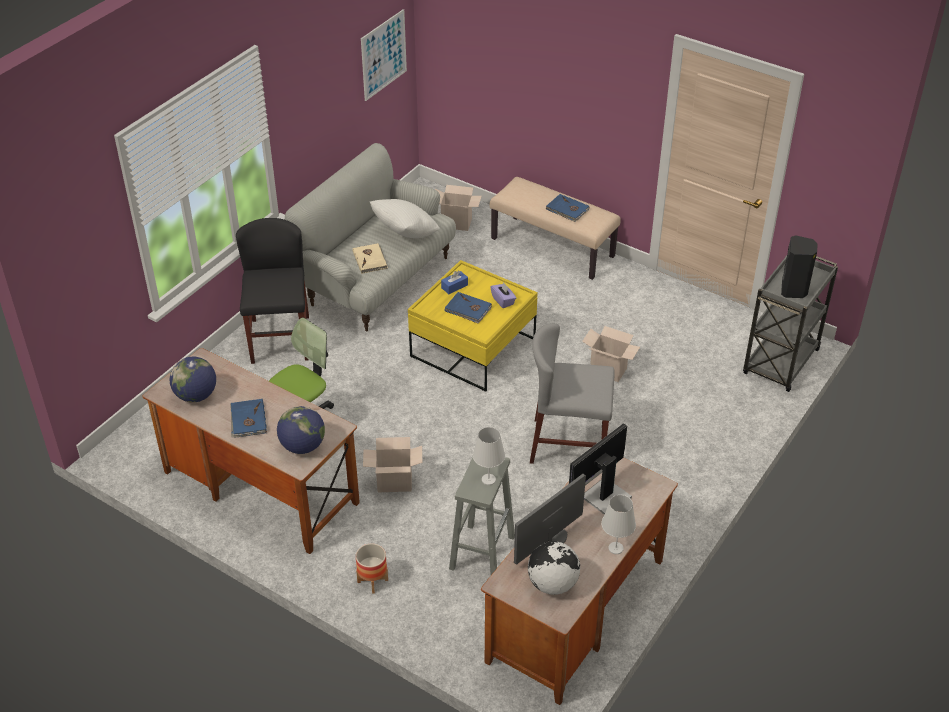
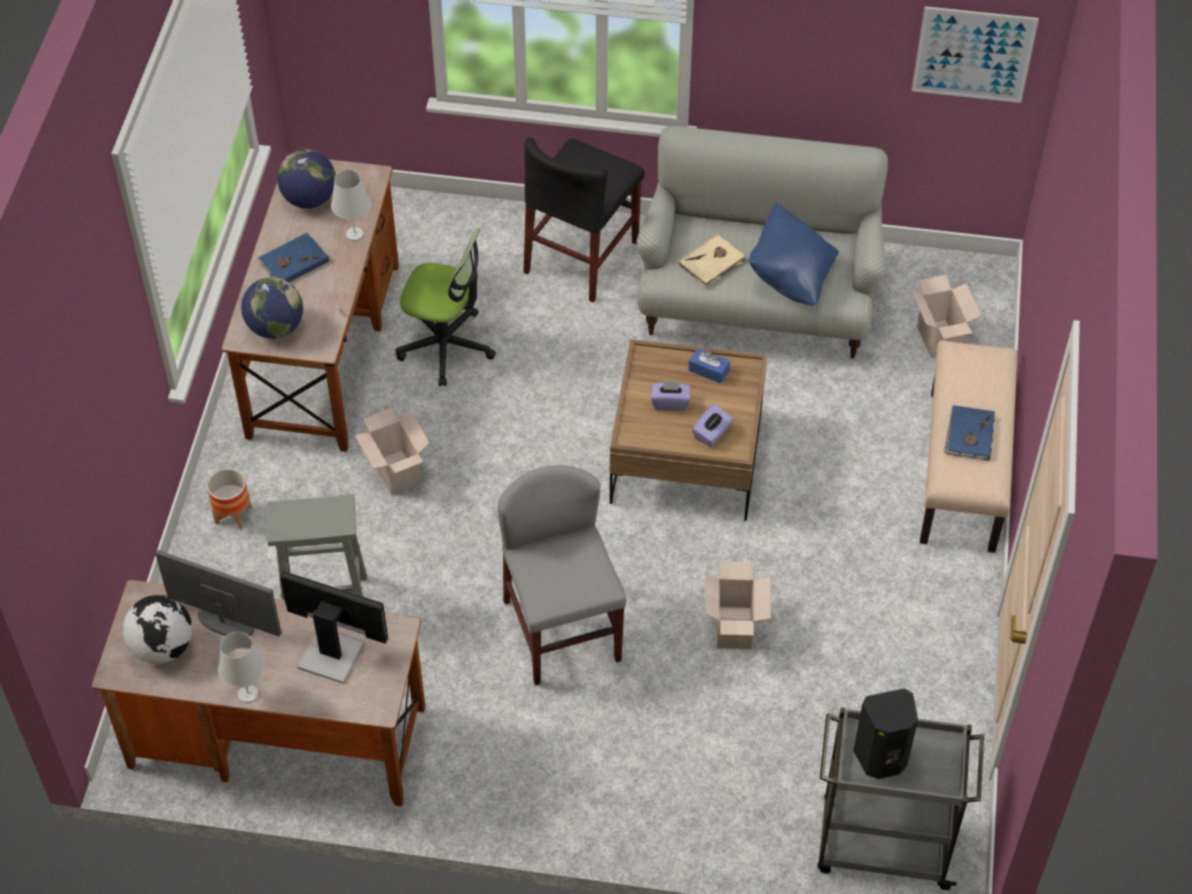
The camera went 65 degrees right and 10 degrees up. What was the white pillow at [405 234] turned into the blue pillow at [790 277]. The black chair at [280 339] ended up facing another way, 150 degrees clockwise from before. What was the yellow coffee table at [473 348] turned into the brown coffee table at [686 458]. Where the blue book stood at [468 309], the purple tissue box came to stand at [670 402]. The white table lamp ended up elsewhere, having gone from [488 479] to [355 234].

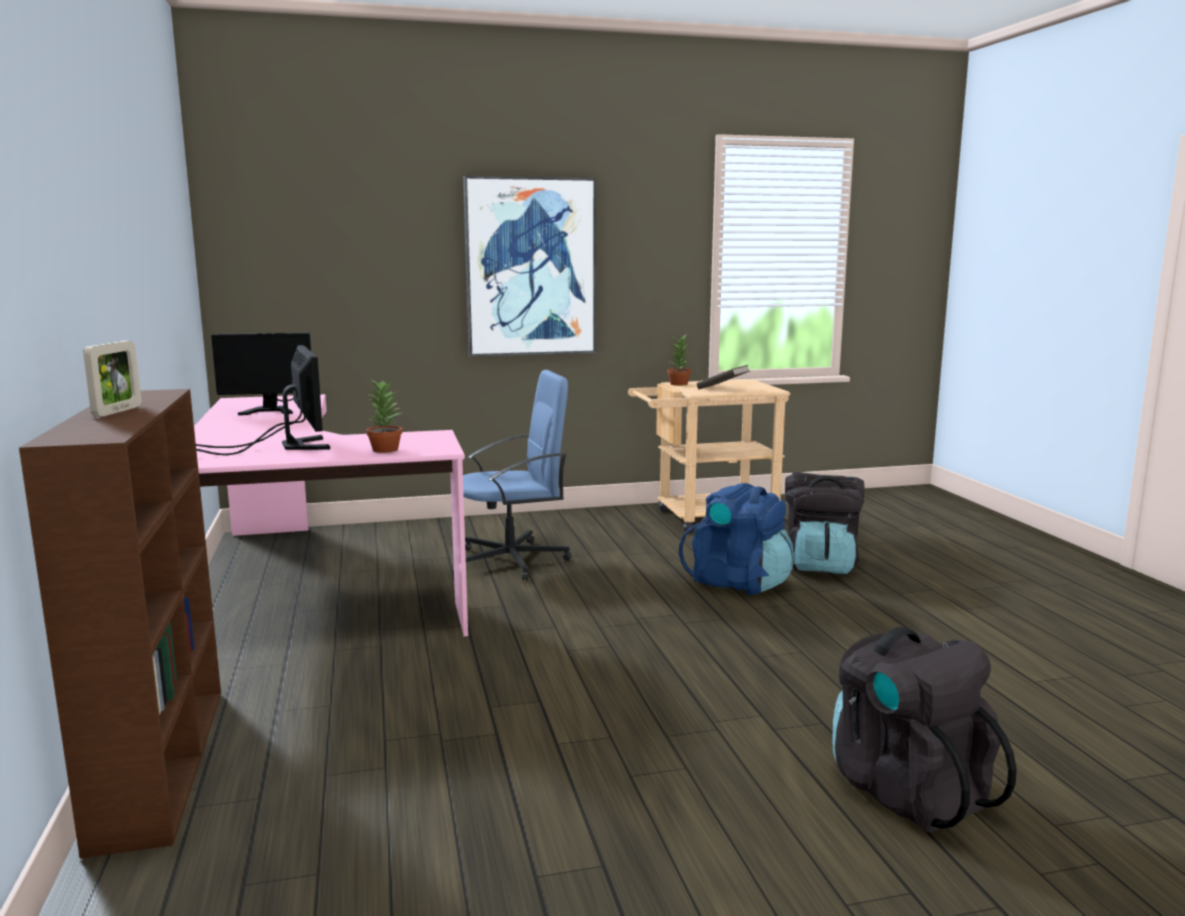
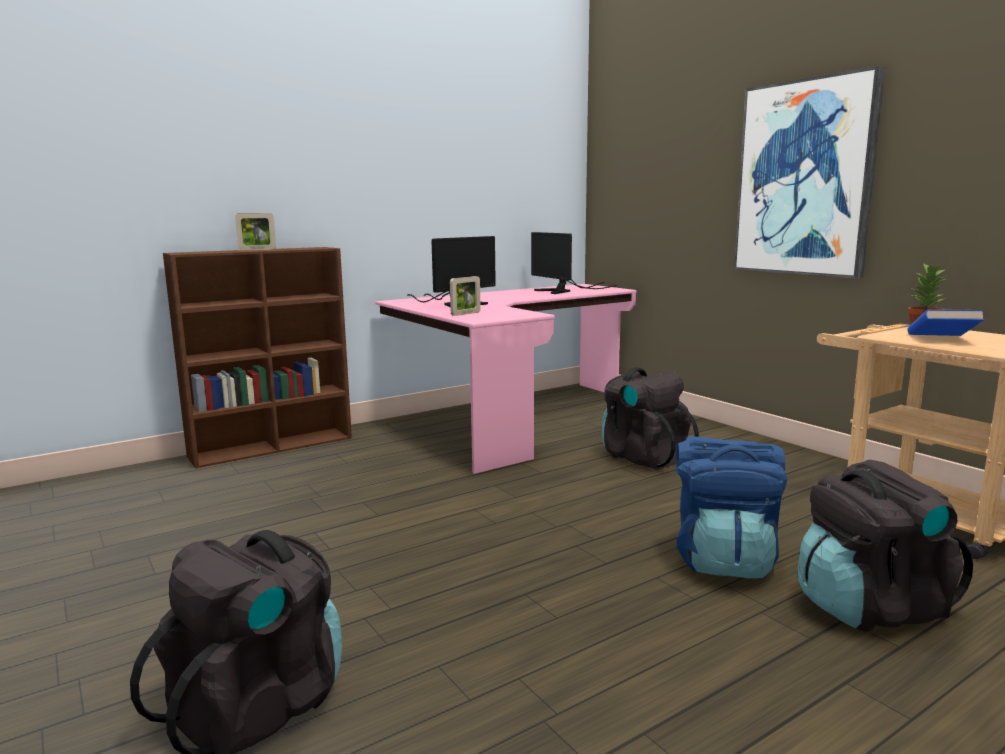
The camera went 70 degrees right and 0 degrees up. What was the brown book at [722 389] turned into the blue book at [941 339]. Where the blue office chair stood at [512 560], the black backpack came to stand at [643 457]. Where the potted plant stood at [385 449], the picture frame came to stand at [465 314].

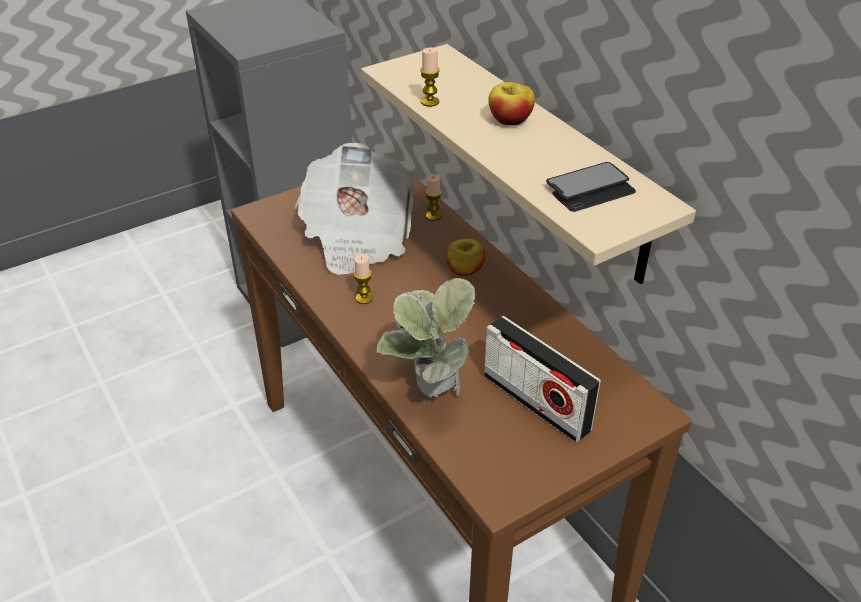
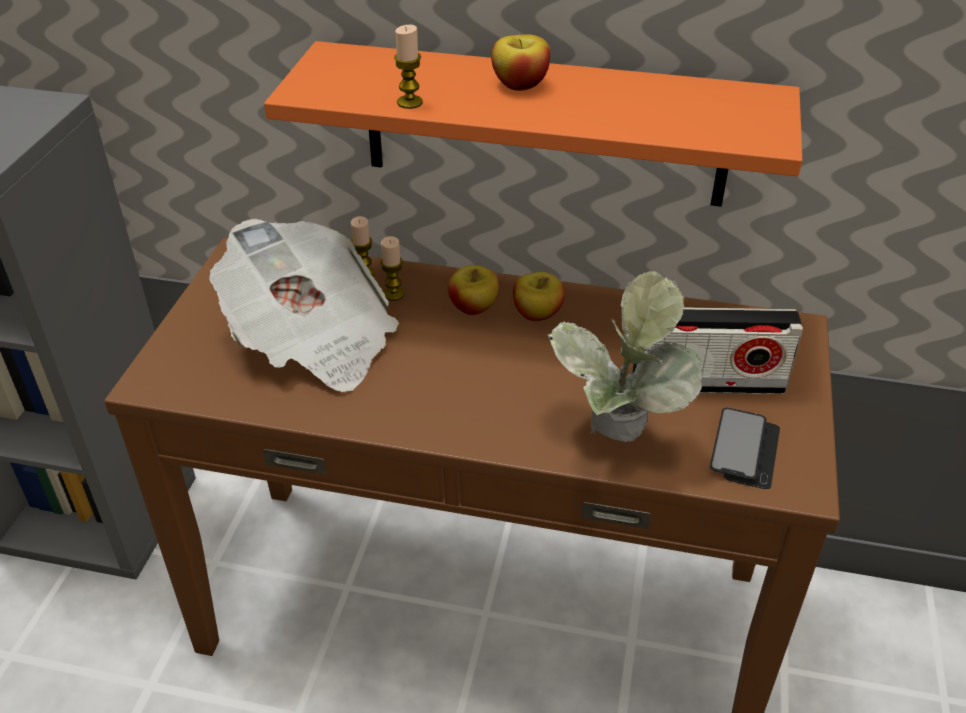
The camera went 45 degrees left and 0 degrees up. What was the beige shelf at [549 162] turned into the orange shelf at [544 125]. The phone ended up elsewhere, having gone from [590 189] to [744 450]. The candle ended up elsewhere, having gone from [364 298] to [393 294]. The second view gained the apple at [537 313].

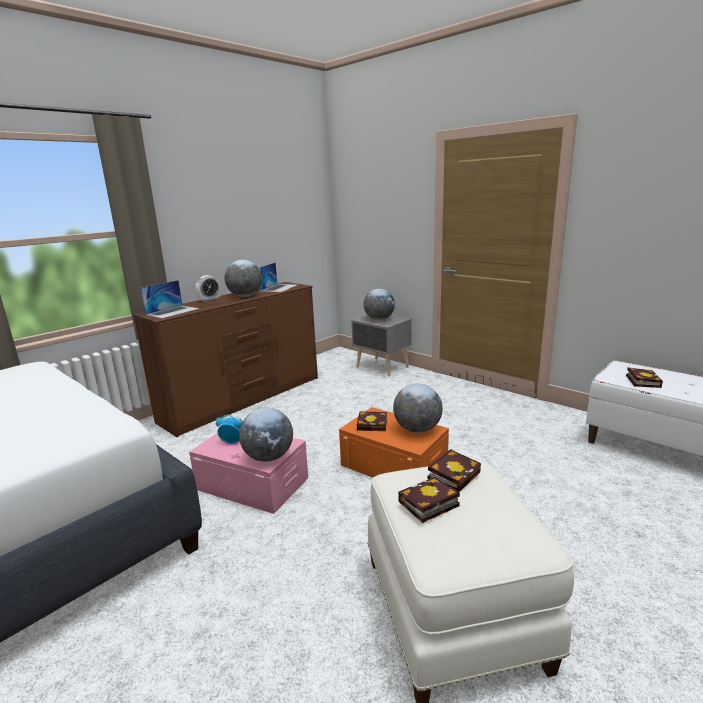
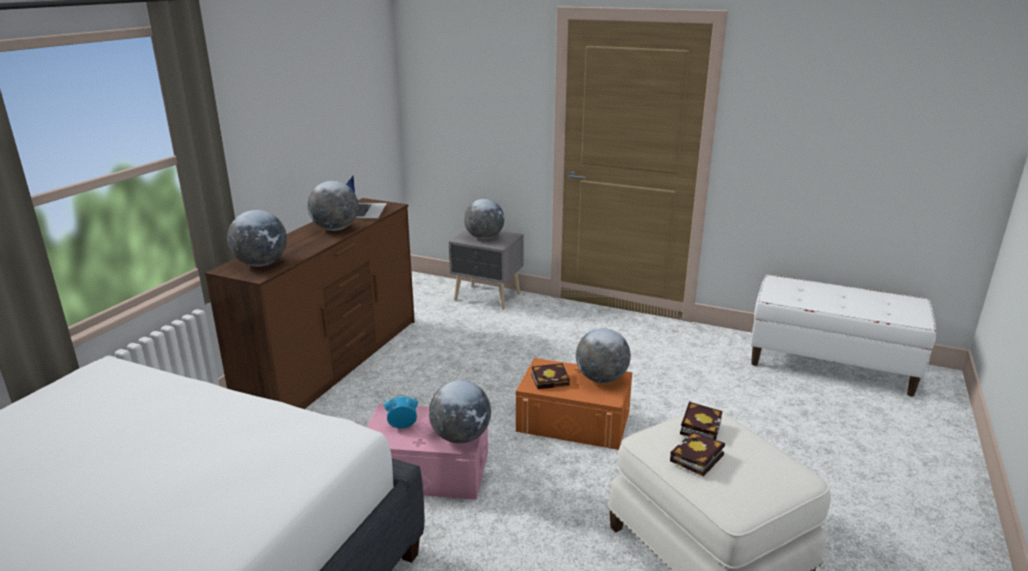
The camera went 20 degrees left and 5 degrees up. The second view lost the alarm clock at [209 300]. Where the laptop stood at [172 311], the globe came to stand at [261 264]. The second view lost the book at [641 380].

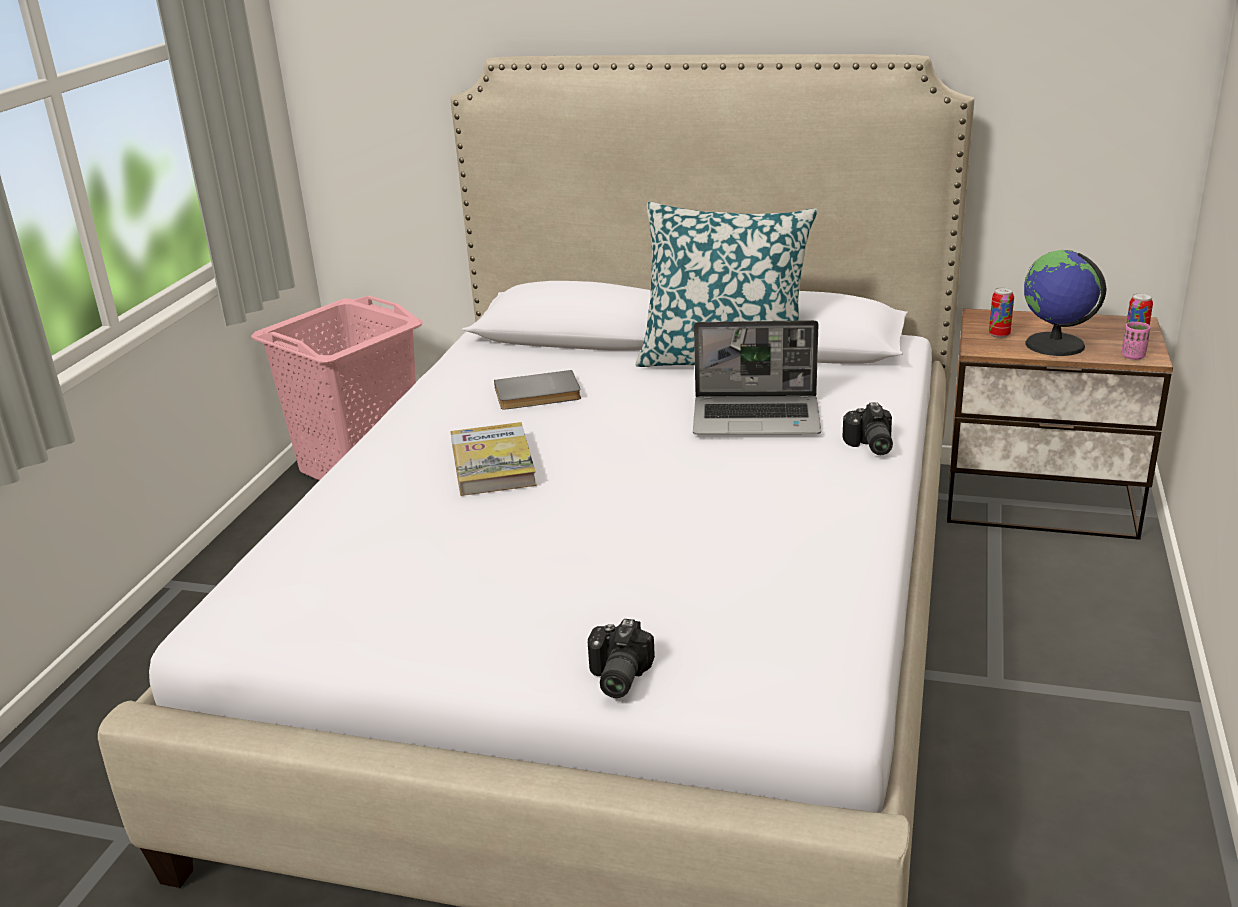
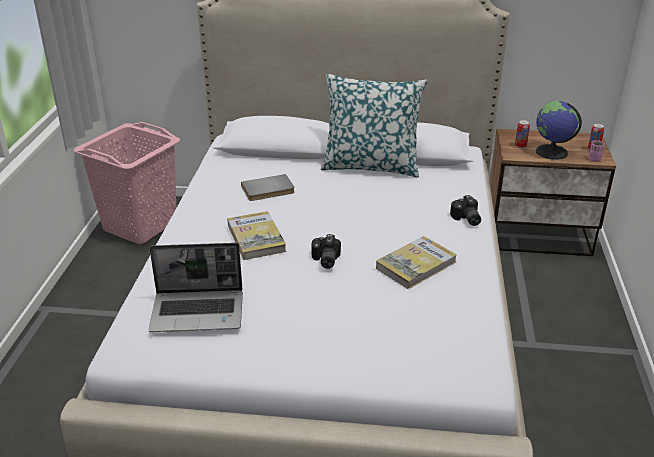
The camera went 10 degrees left and 5 degrees up. The laptop ended up elsewhere, having gone from [758 418] to [199 312]. The photo camera ended up elsewhere, having gone from [615 677] to [325 260]. The second view gained the book at [416 265].

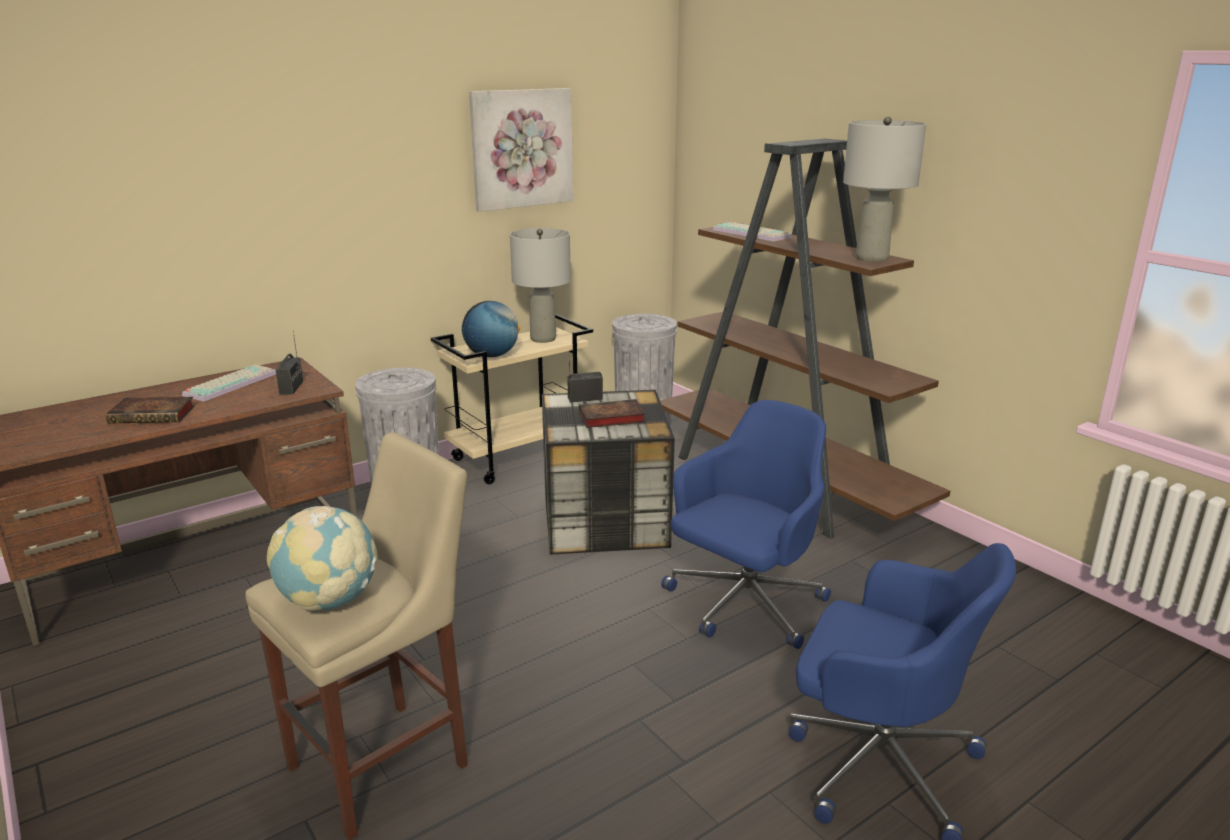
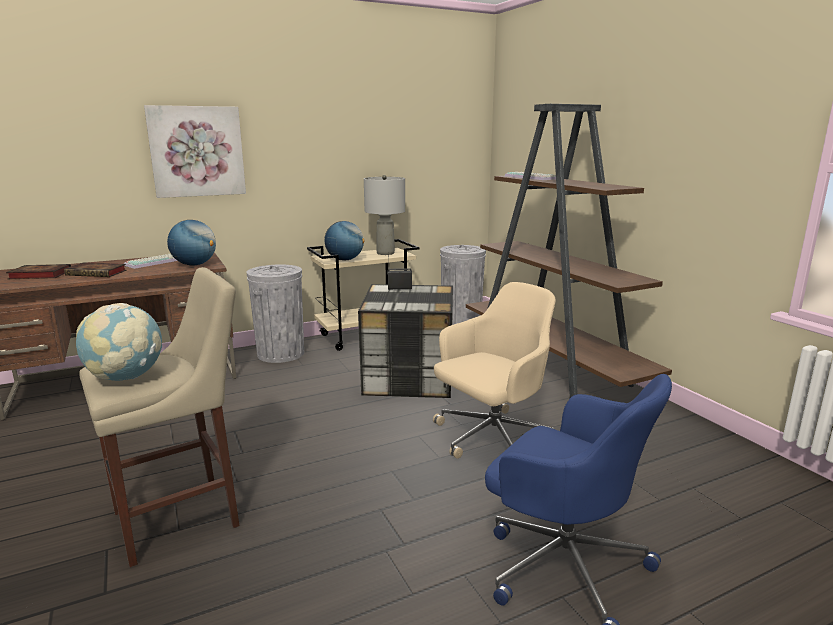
The camera went 10 degrees right and 5 degrees down. The picture ended up elsewhere, having gone from [521 148] to [197 151]. The second view lost the grey table lamp at [871 258]. Where the radio stood at [291 388], the globe came to stand at [194 264]. The book ended up elsewhere, having gone from [610 418] to [38 275]. What was the blue office chair at [744 605] turned into the beige office chair at [491 439].

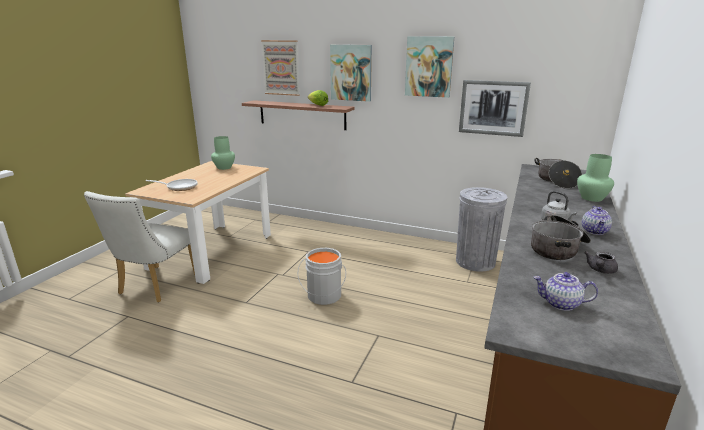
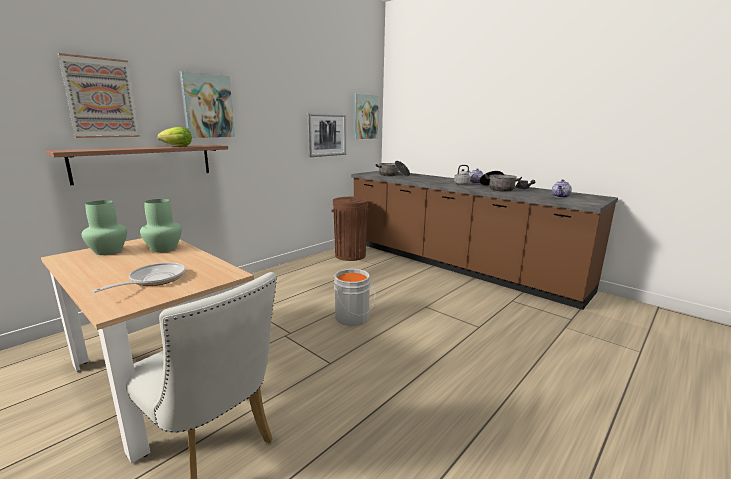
The camera went 70 degrees left and 5 degrees down. The picture ended up elsewhere, having gone from [429 67] to [365 117]. The green vase ended up elsewhere, having gone from [591 198] to [163 249]. What was the grey trash can at [475 262] turned into the brown trash can at [350 255].

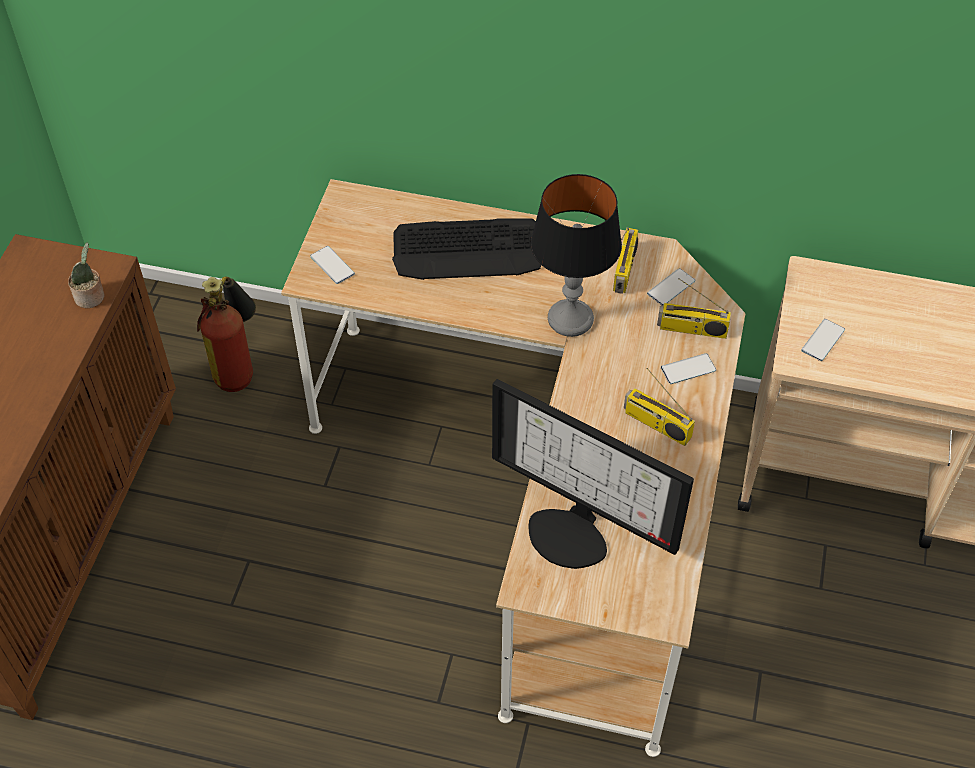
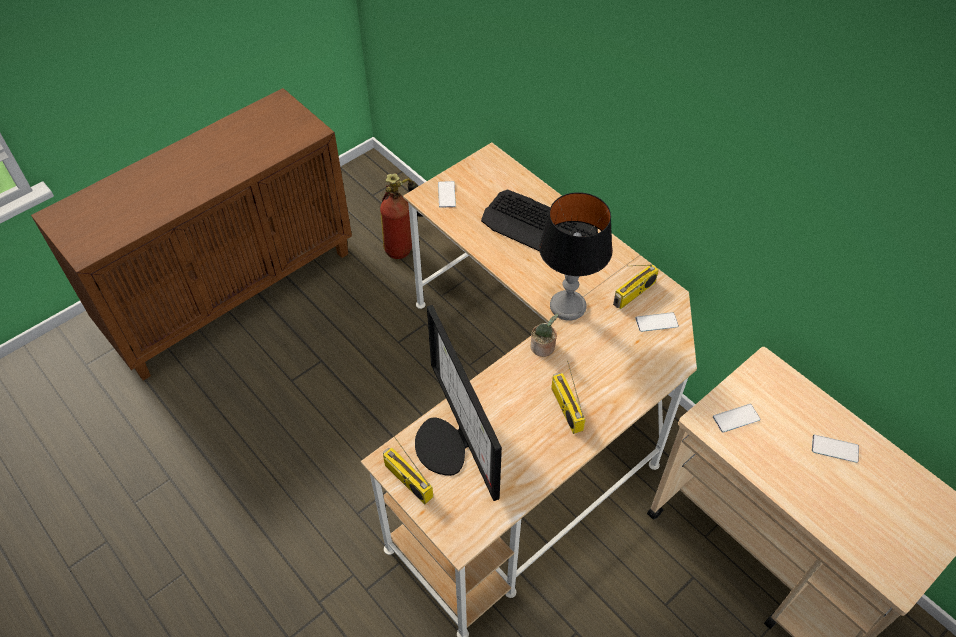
The camera went 35 degrees right and 0 degrees up. The potted plant ended up elsewhere, having gone from [91 297] to [543 348]. The radio ended up elsewhere, having gone from [691 329] to [407 480]. The phone ended up elsewhere, having gone from [688 369] to [835 449].

